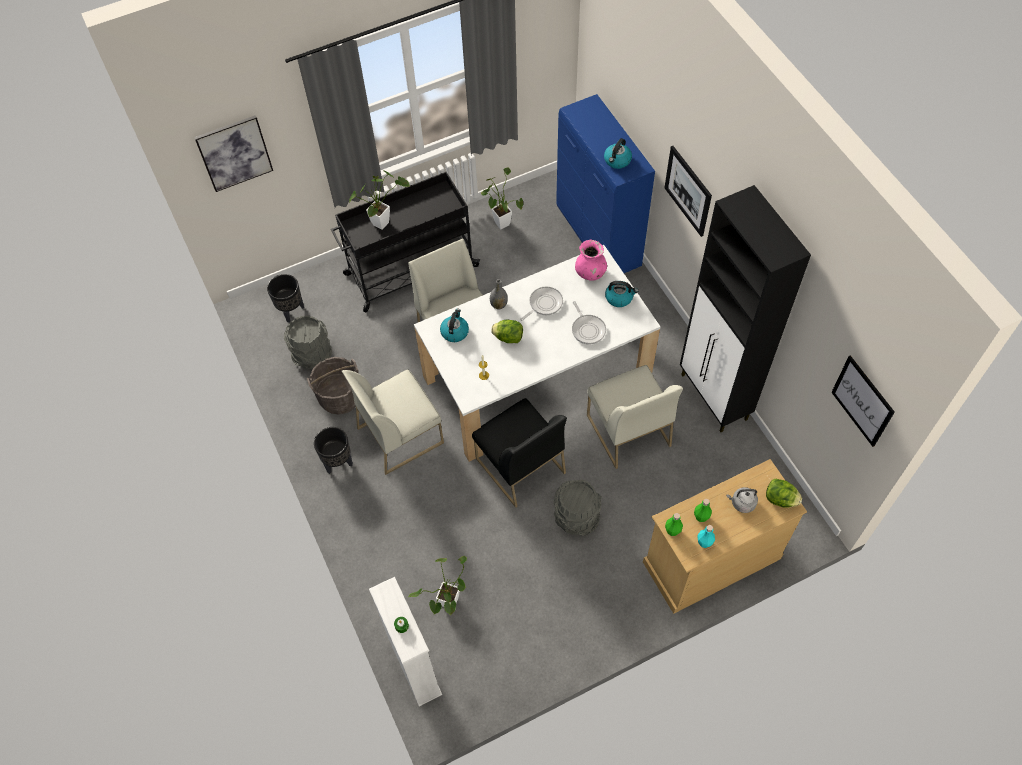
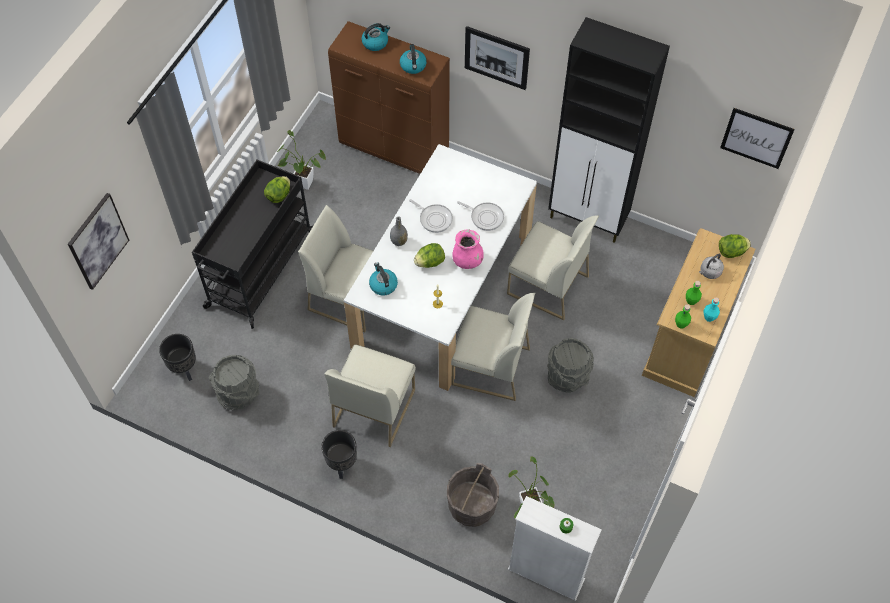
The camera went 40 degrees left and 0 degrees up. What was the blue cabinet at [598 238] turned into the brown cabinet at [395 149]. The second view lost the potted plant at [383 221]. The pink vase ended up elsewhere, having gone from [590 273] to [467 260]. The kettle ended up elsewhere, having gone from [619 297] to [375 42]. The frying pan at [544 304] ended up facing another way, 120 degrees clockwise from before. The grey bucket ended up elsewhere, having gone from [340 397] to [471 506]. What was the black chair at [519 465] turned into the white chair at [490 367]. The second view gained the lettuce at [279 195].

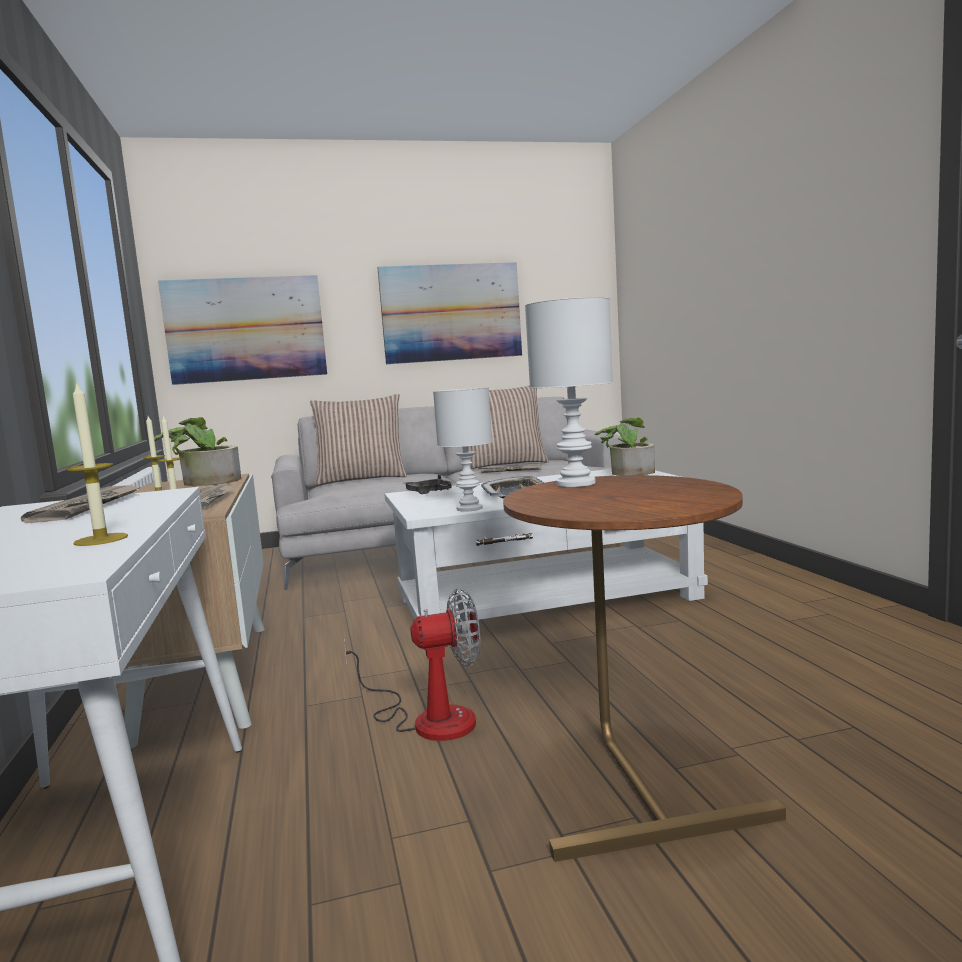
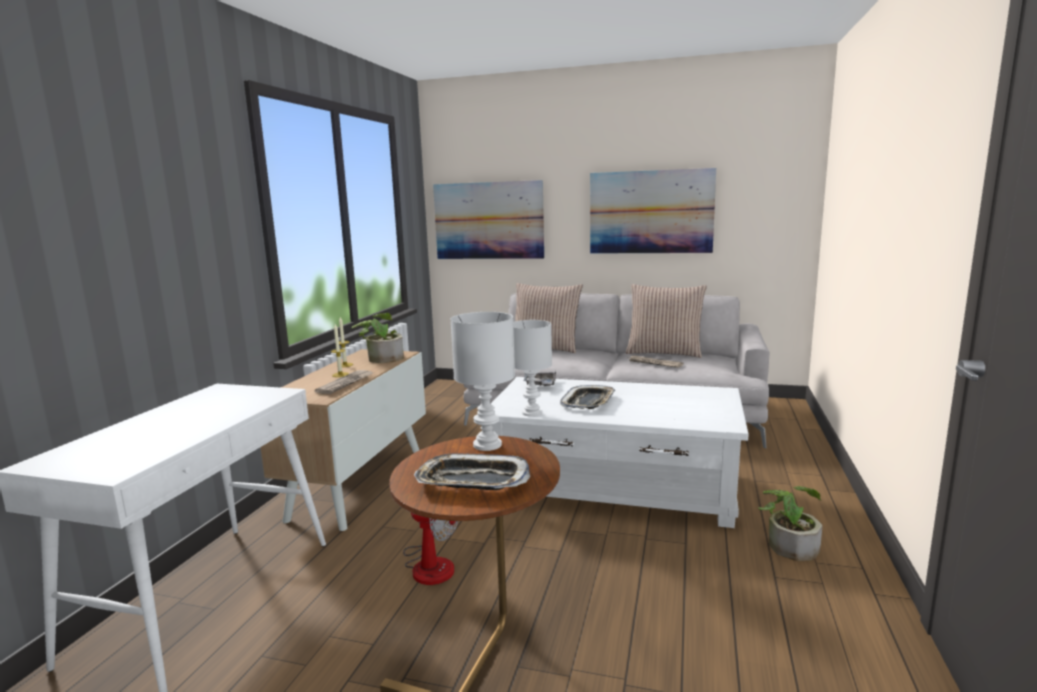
The camera went 30 degrees right and 5 degrees up. The second view lost the candle at [101 539]. The potted plant ended up elsewhere, having gone from [627 472] to [789 544]. The second view lost the newspaper at [88 507]. The second view gained the tray at [472 481].

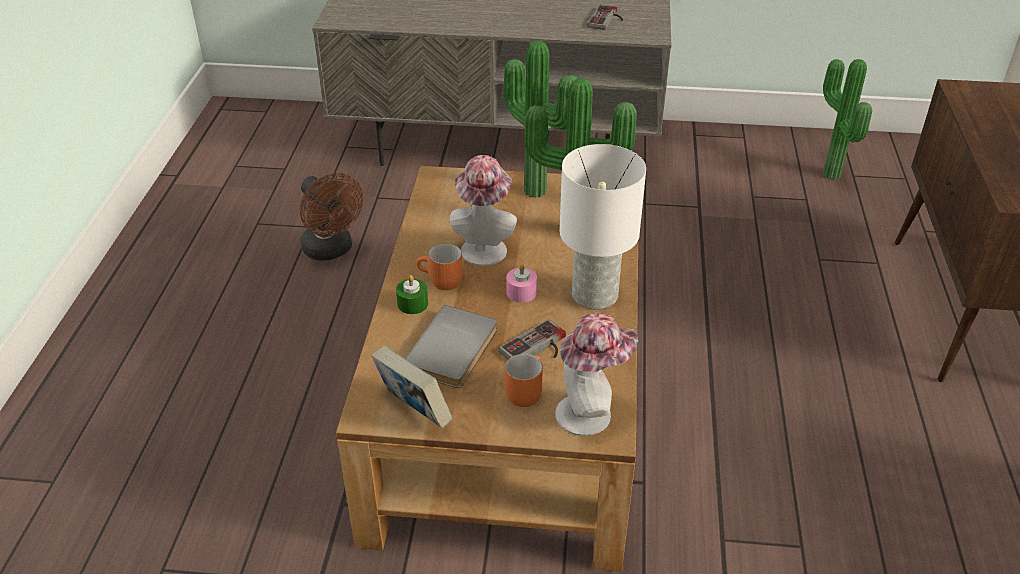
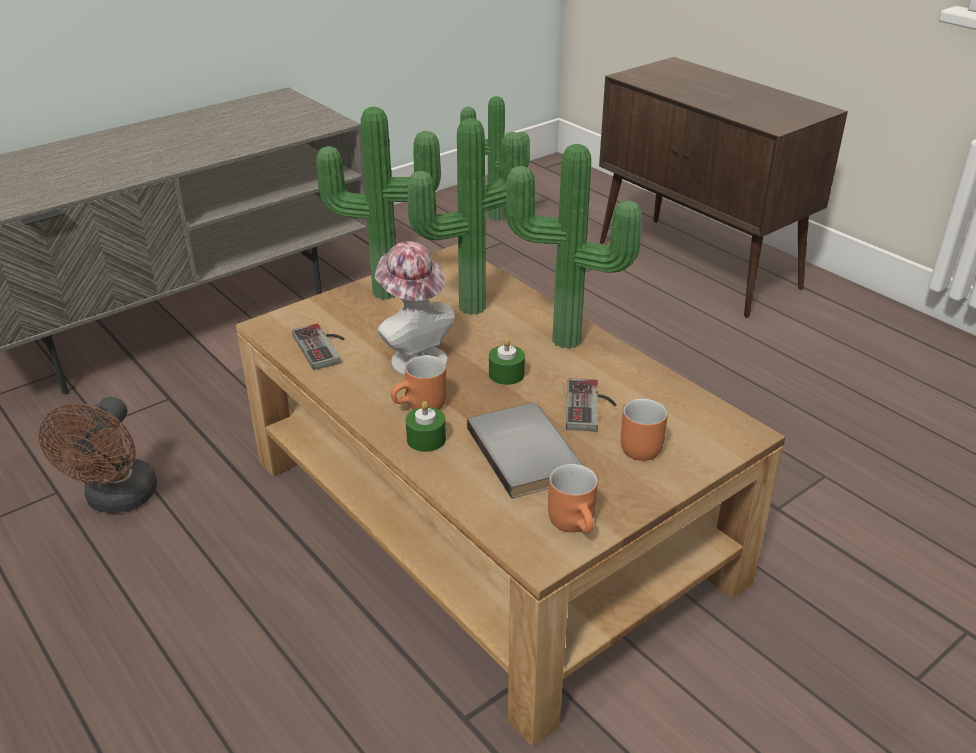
The camera went 45 degrees left and 5 degrees down. The game controller ended up elsewhere, having gone from [607 20] to [324 347]. Where the white table lamp stood at [593 295], the potted plant came to stand at [565 344]. The brown fan at [332 250] ended up facing another way, 90 degrees clockwise from before. What was the pink candle at [521 292] turned into the green candle at [506 374]. The second view lost the hat at [590 413]. Where the book stood at [413 411], the orange mug came to stand at [577 523].

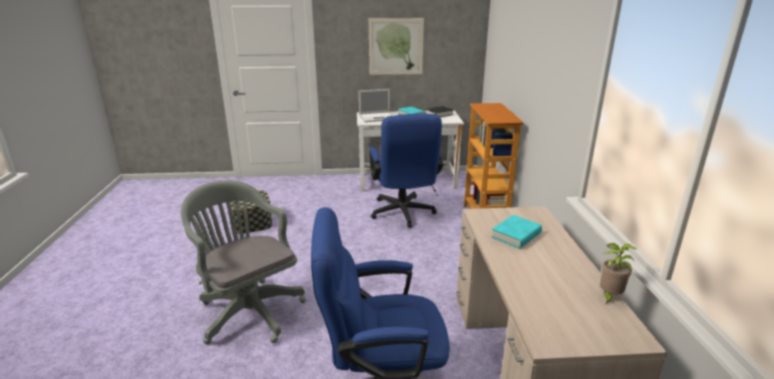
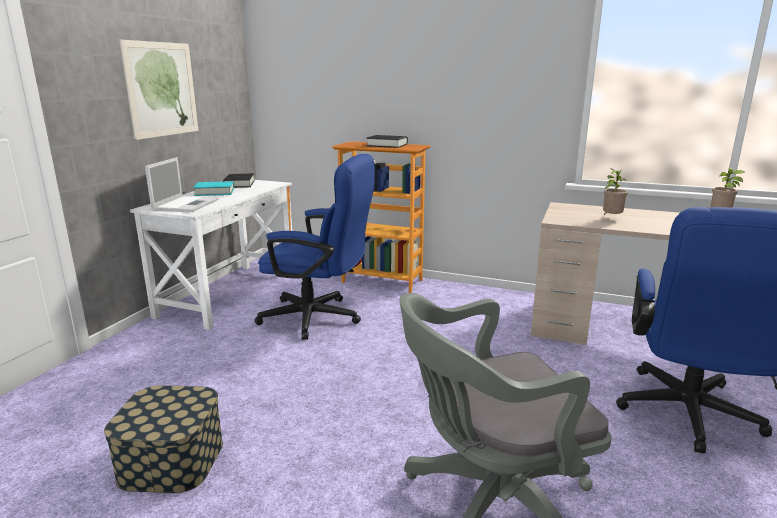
The camera went 65 degrees left and 5 degrees down. Where the turquoise book stood at [516 235], the potted plant came to stand at [611 218]. The second view gained the black book at [387 145].

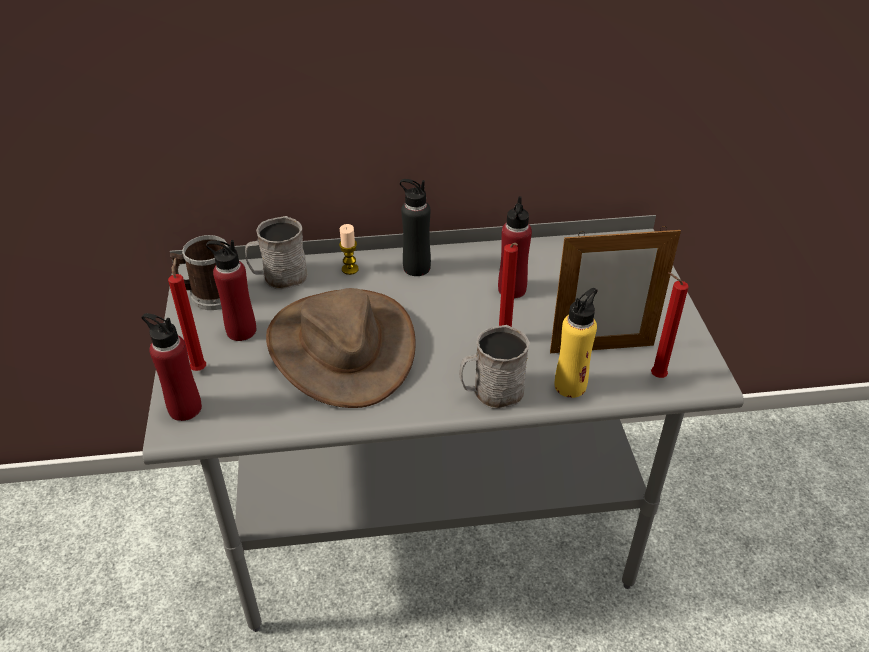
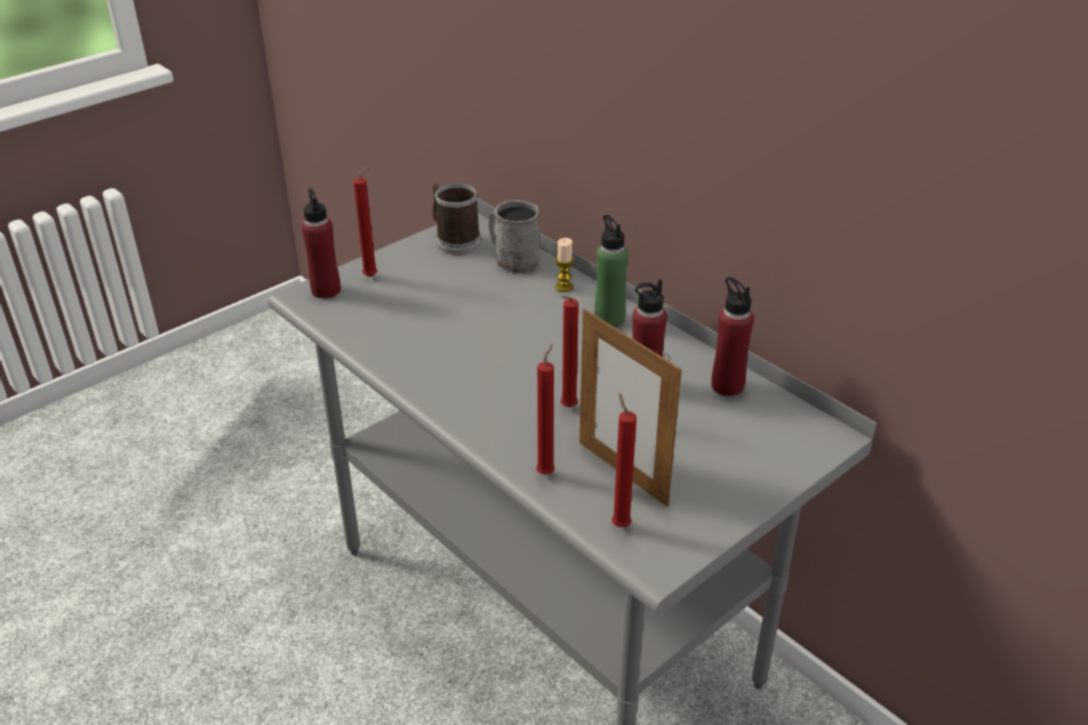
The camera went 55 degrees right and 5 degrees down. What was the black bottle at [416 267] turned into the green bottle at [609 319]. The red bottle ended up elsewhere, having gone from [241 331] to [727 386]. The second view lost the brown hat at [341 347]. Where the yellow bottle stood at [570 386], the red candle came to stand at [547 472]. The second view lost the grey mug at [491 392].

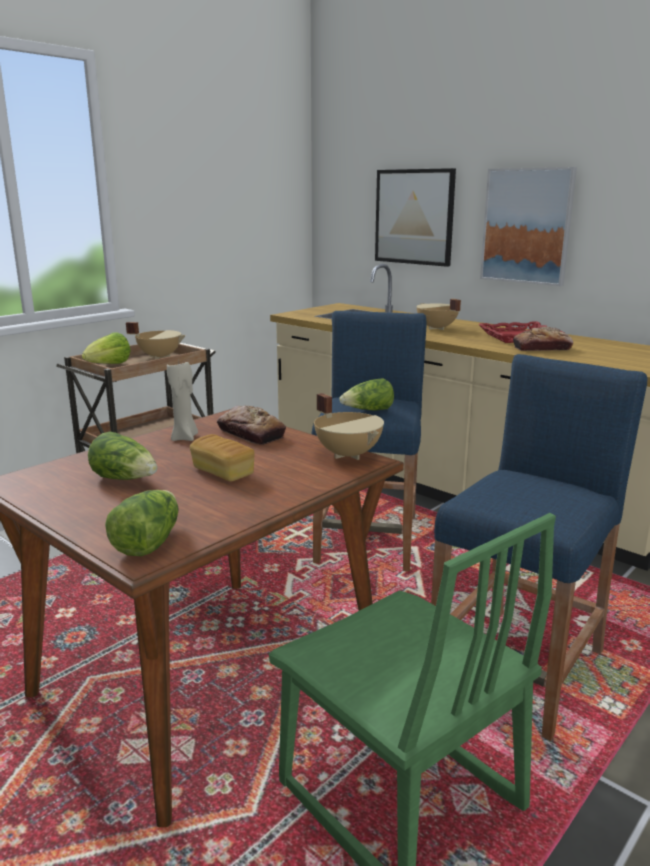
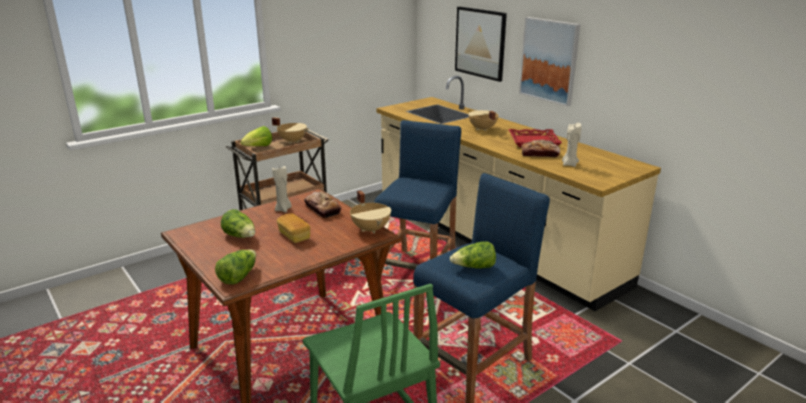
The camera went 10 degrees right and 5 degrees up. The lettuce ended up elsewhere, having gone from [368 411] to [474 267]. The second view gained the beige candle at [569 164].

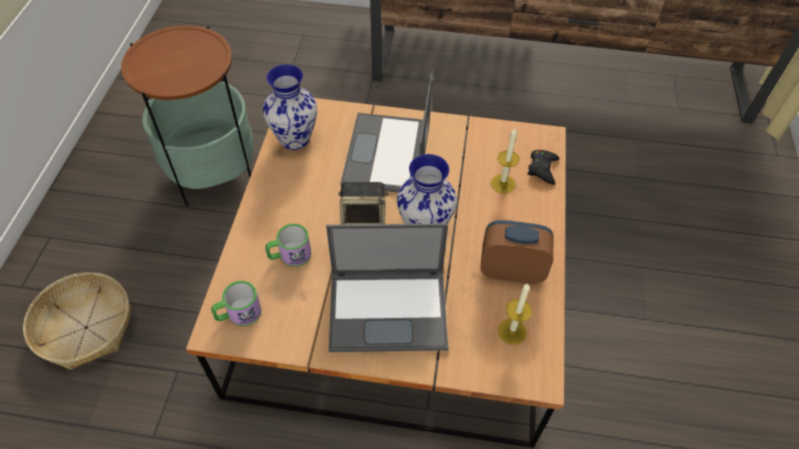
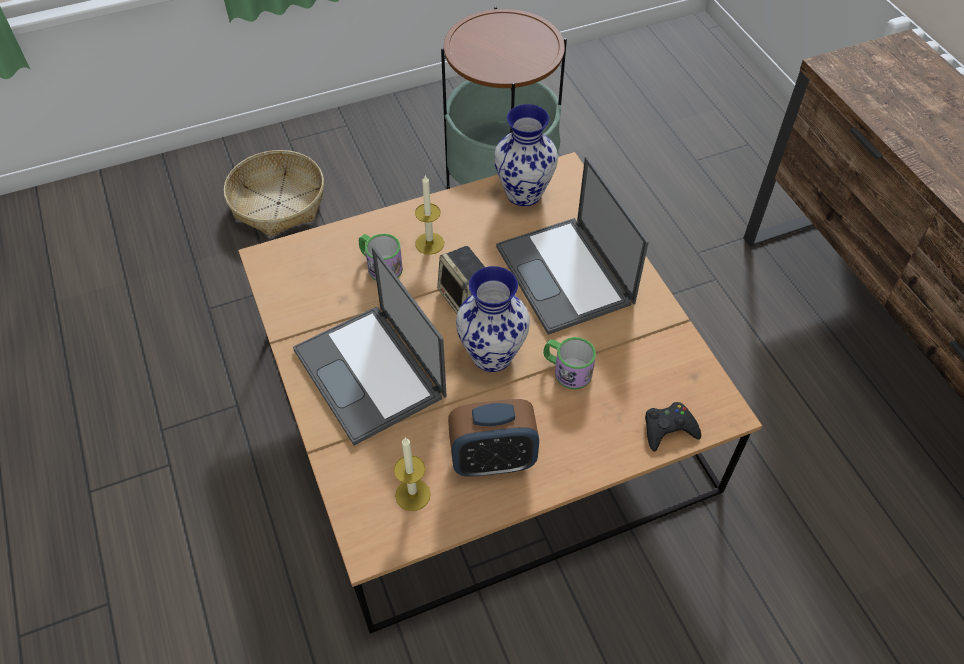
The camera went 60 degrees right and 0 degrees up. The laptop at [387 155] ended up facing another way, 90 degrees counterclockwise from before. The candle ended up elsewhere, having gone from [503 183] to [429 243]. The alarm clock at [511 270] ended up facing another way, 105 degrees clockwise from before. The mug ended up elsewhere, having gone from [238 314] to [566 370].

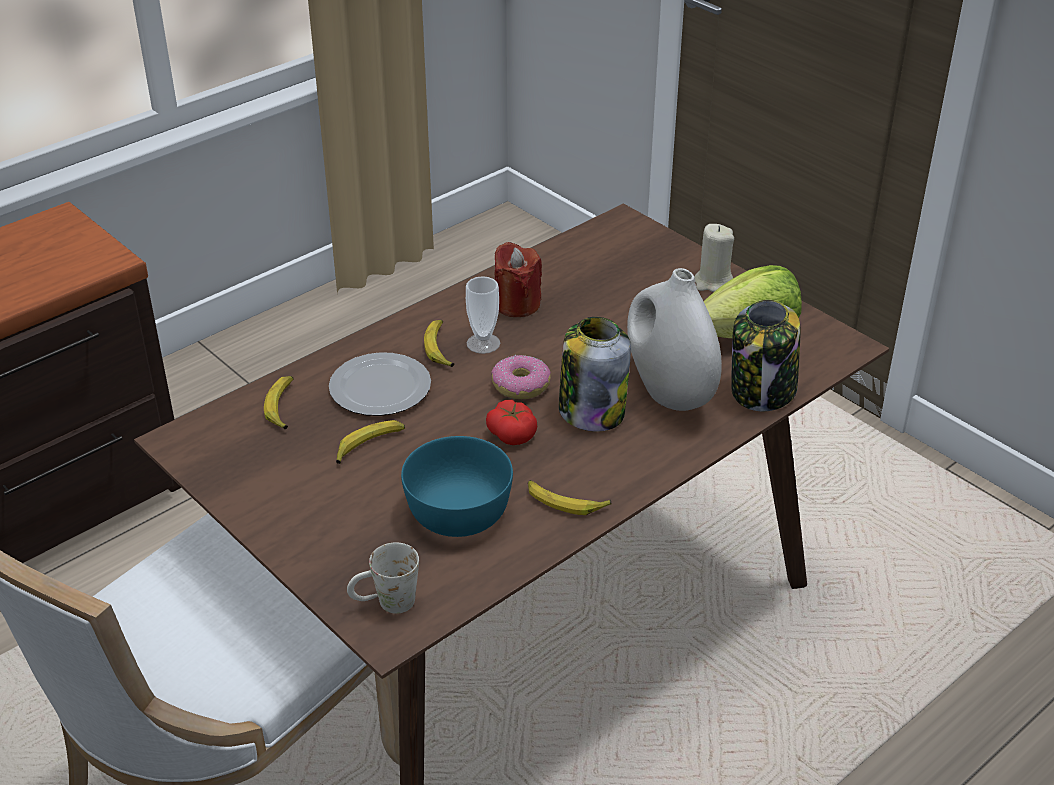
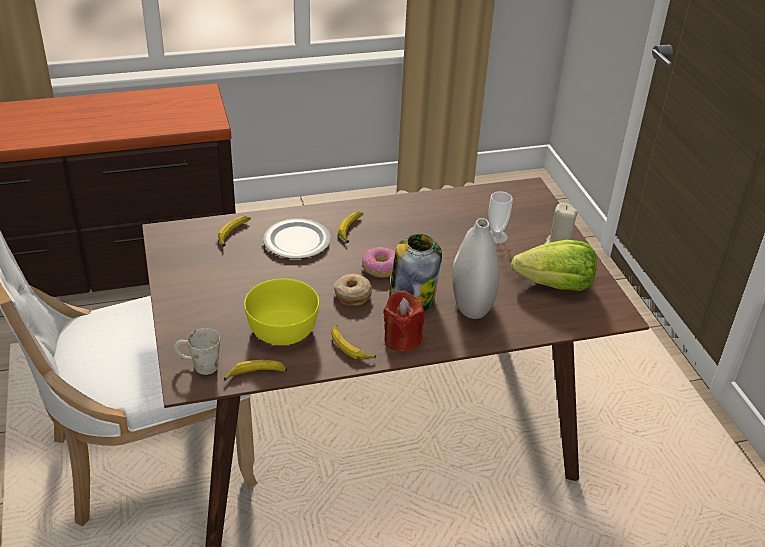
The camera went 25 degrees right and 0 degrees up. The red candle ended up elsewhere, having gone from [517 304] to [402 339]. The cup ended up elsewhere, having gone from [483 343] to [496 236]. The second view lost the jar at [762 391]. Where the tomato stood at [512 433], the donut came to stand at [352 294]. The banana ended up elsewhere, having gone from [369 446] to [256 374]. What was the turquoise bowl at [457 511] turned into the yellow bowl at [282 328].

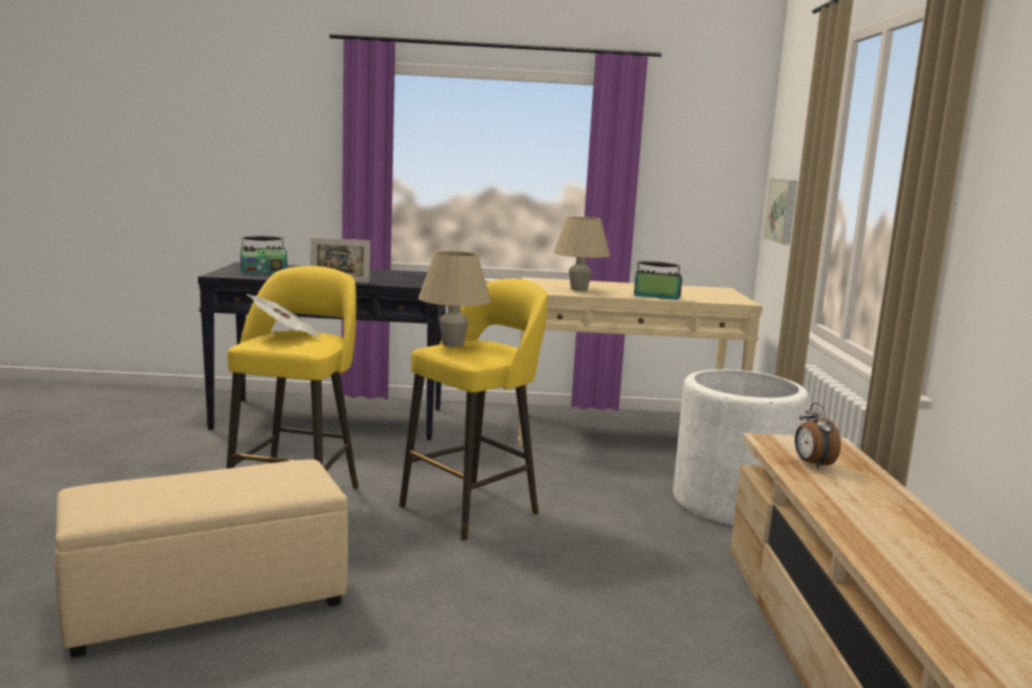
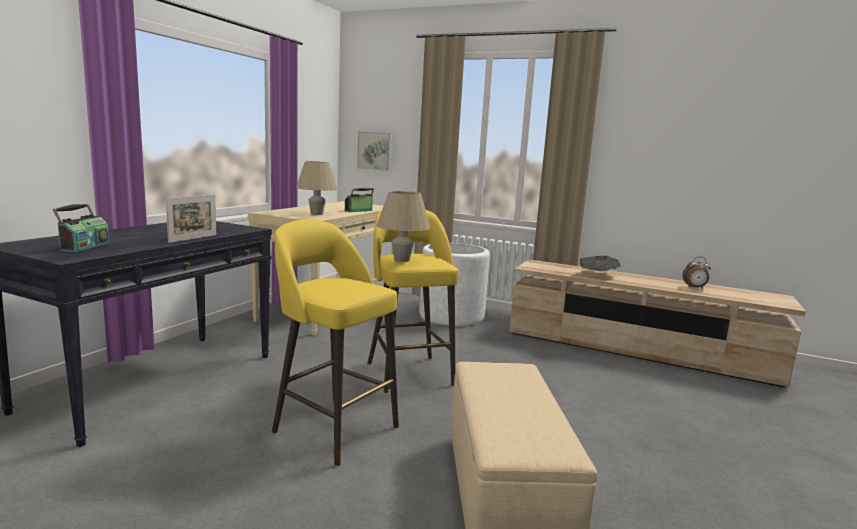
The camera went 65 degrees left and 0 degrees up. The newspaper ended up elsewhere, having gone from [286 335] to [598 275]. The alarm clock ended up elsewhere, having gone from [812 464] to [694 288].

